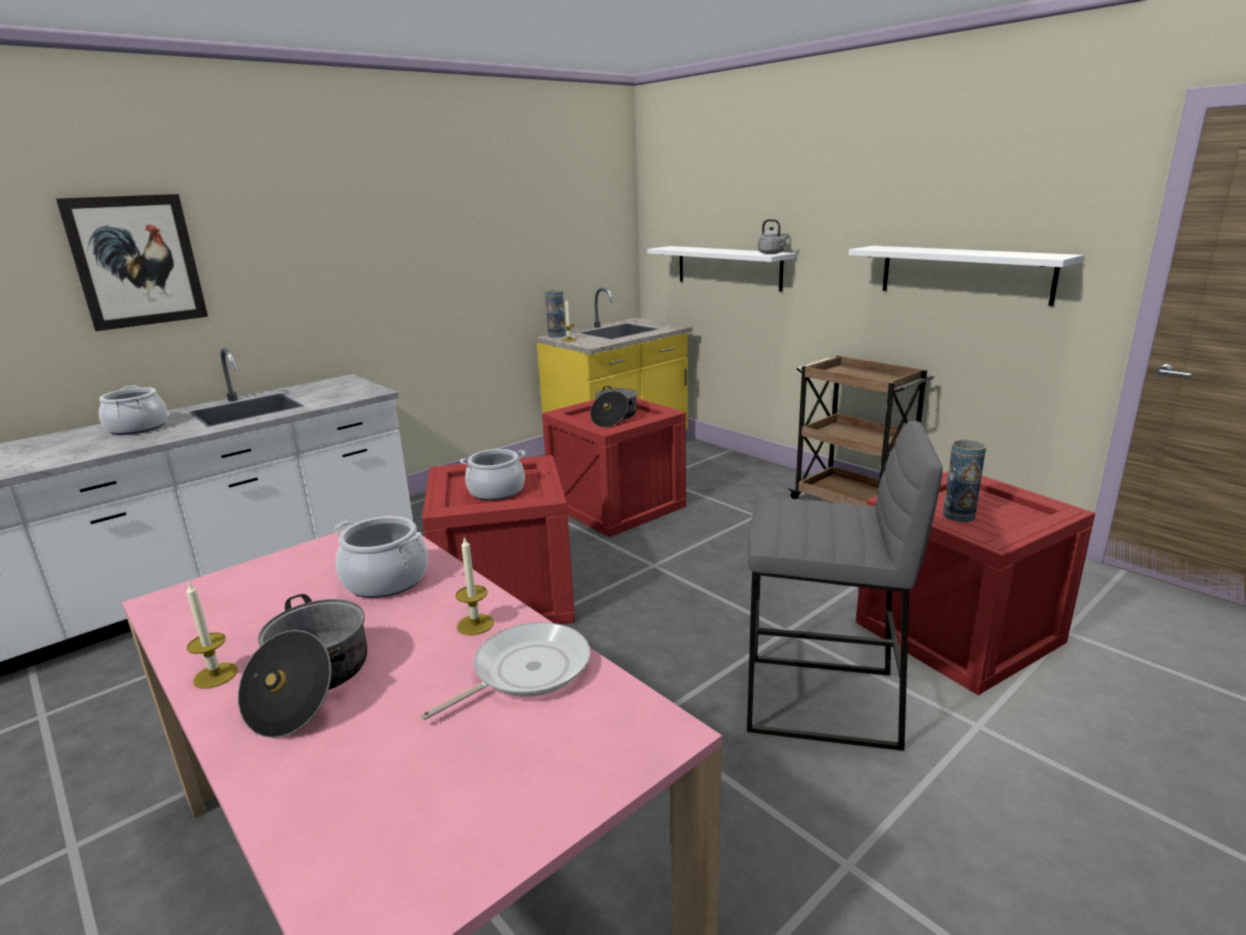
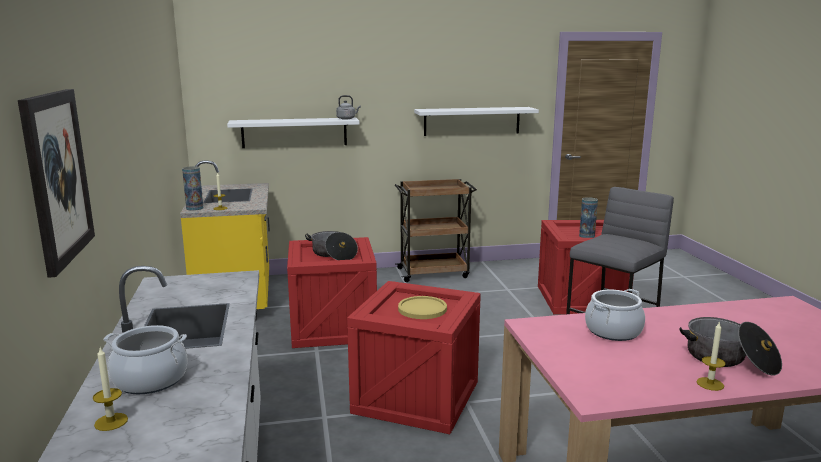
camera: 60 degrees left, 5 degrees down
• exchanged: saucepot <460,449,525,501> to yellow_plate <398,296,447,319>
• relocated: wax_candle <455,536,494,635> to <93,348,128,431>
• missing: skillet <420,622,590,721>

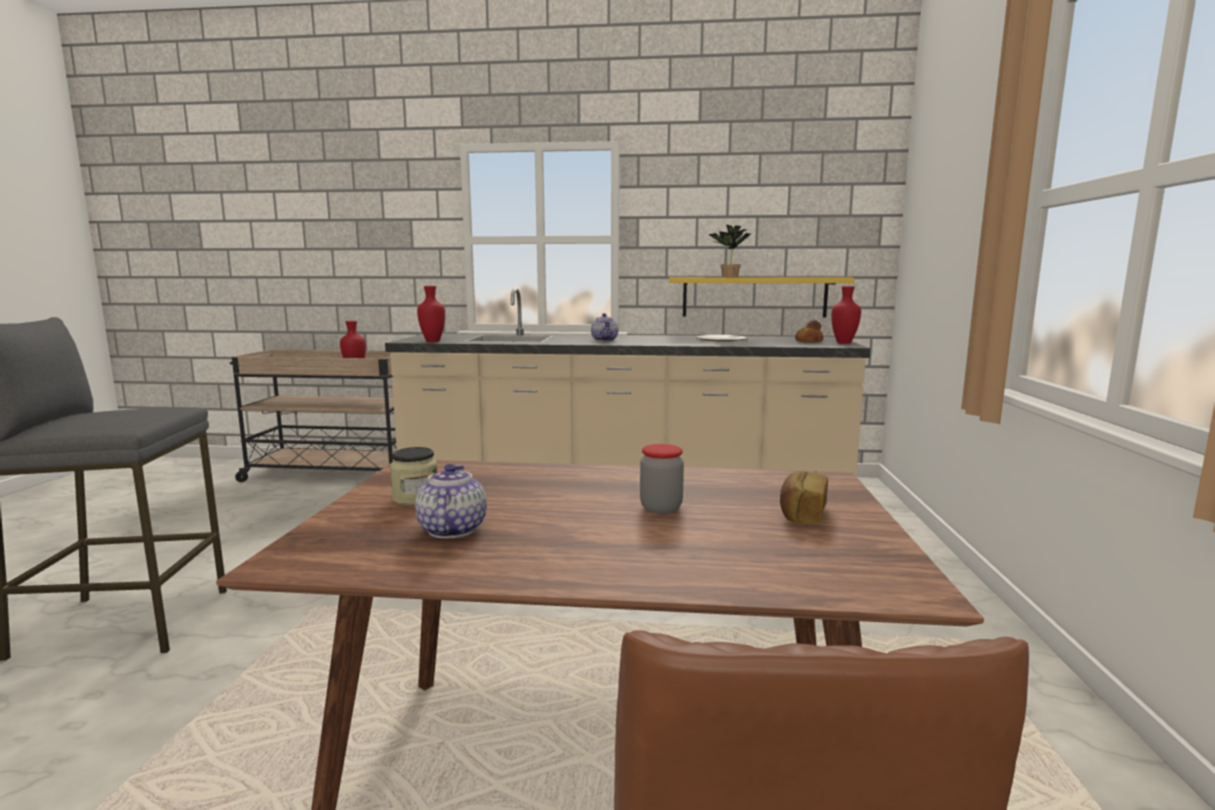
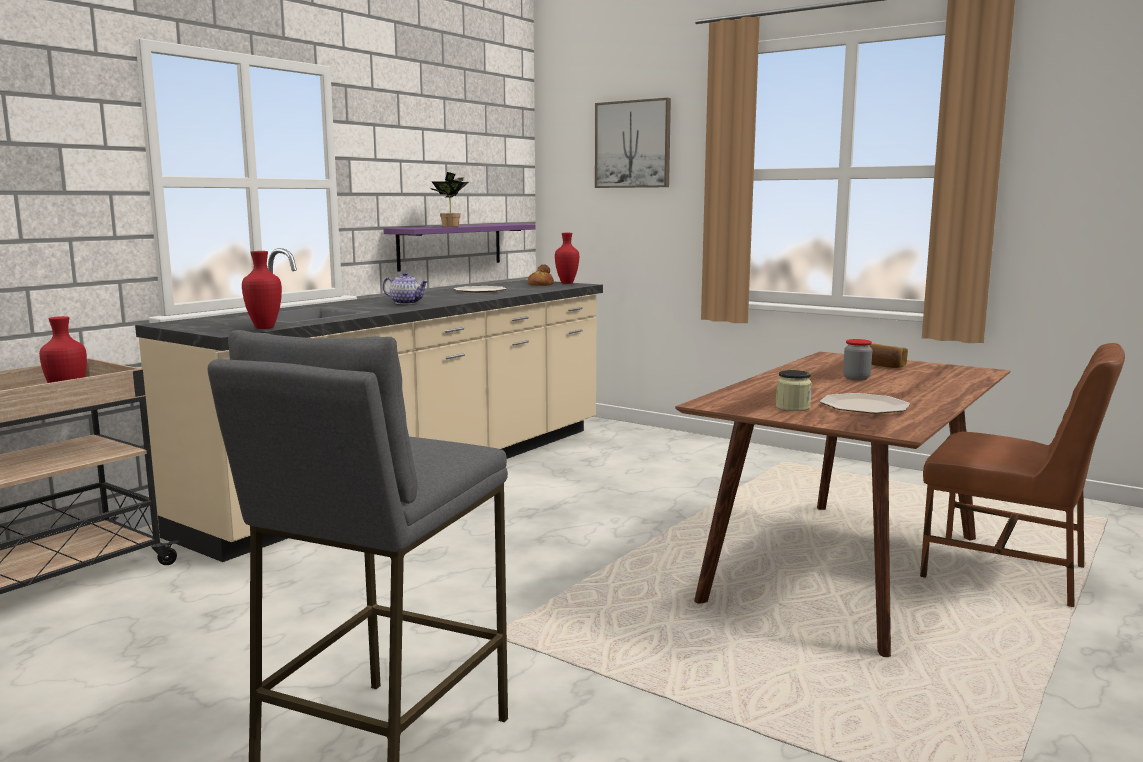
camera: 60 degrees left, 0 degrees up
• colour: yellow_wall_shelf <669,277,854,317> to purplish_wall_shelf <383,224,536,272>
• exchanged: teapot <415,464,487,539> to plate <820,393,910,414>
• appeared: wall_art <595,98,671,188>

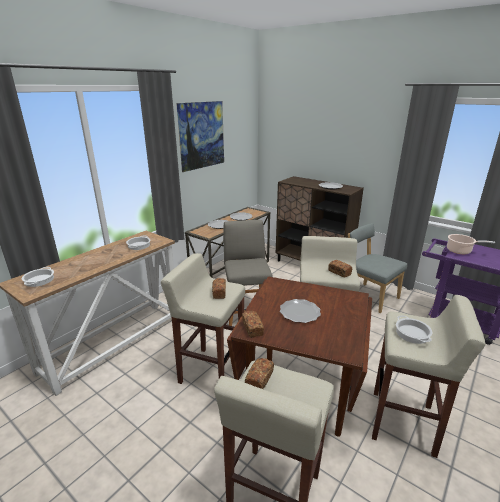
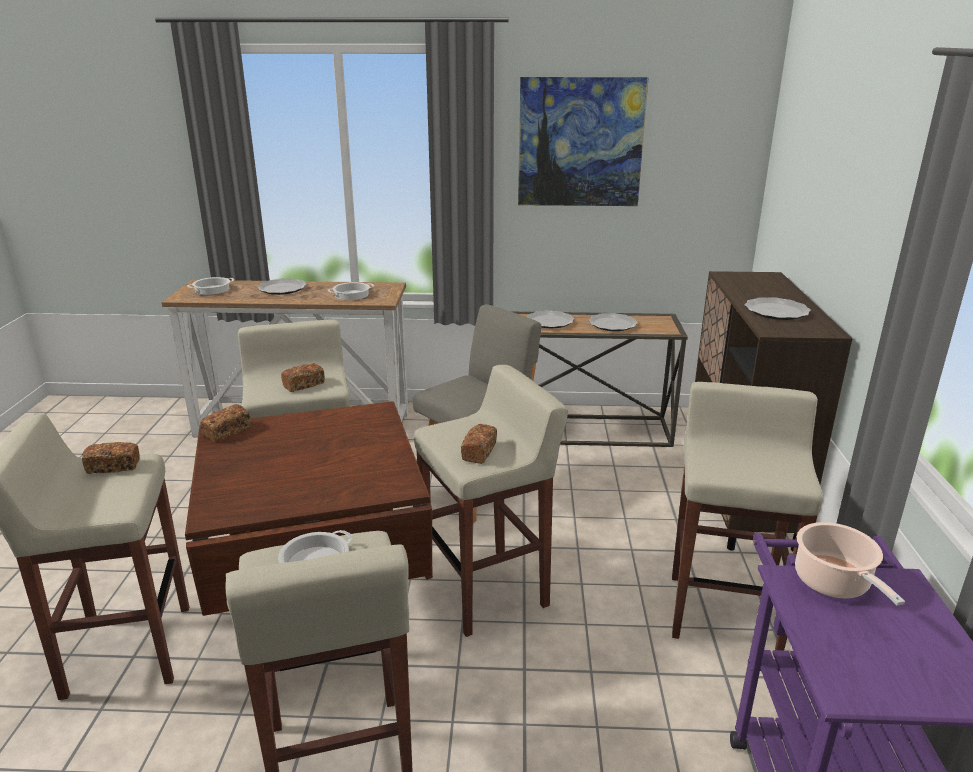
camera: 55 degrees right, 0 degrees up
• exchanged: gray_plain_chair <348,223,407,313> to beige-coloured_sitting_stool <672,382,823,651>
• relocated: plate <280,299,321,323> to <257,278,307,295>

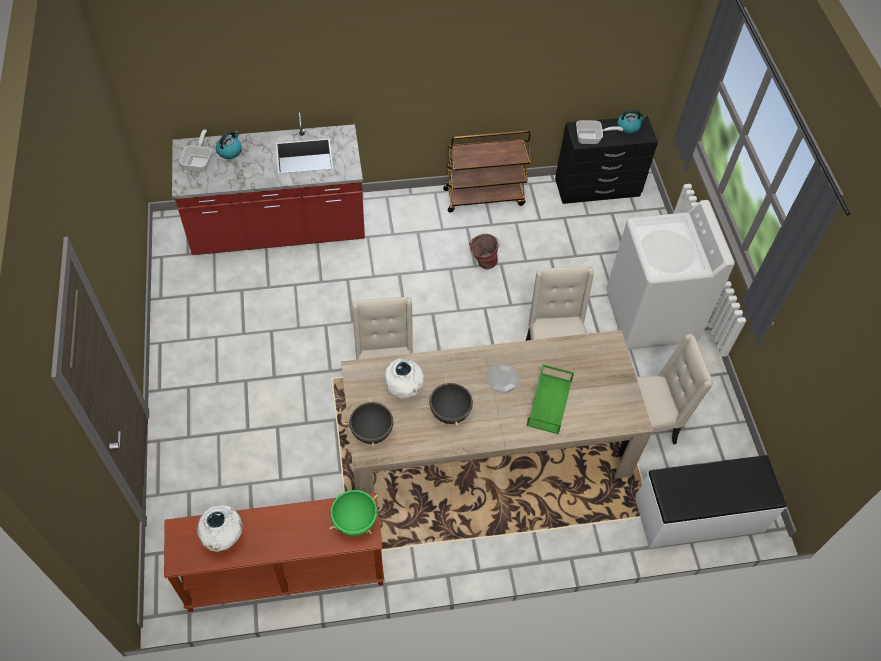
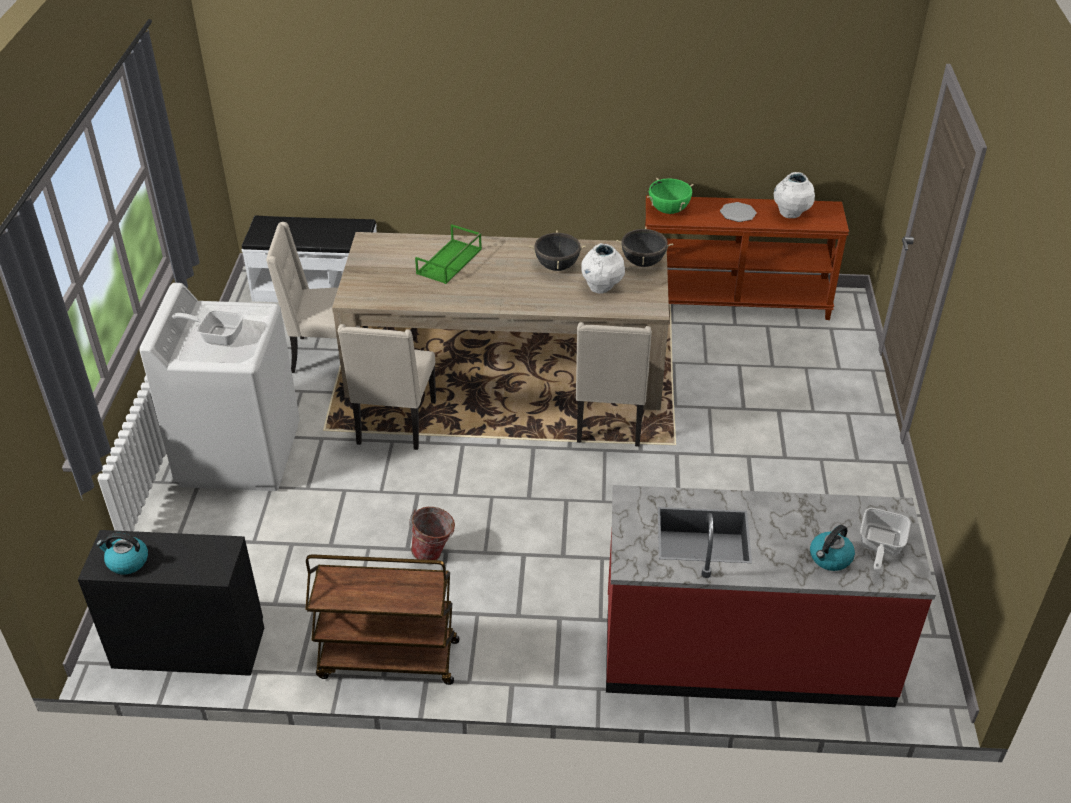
camera: 165 degrees left, 15 degrees down
• relocated: skillet <576,120,623,144> to <172,310,243,345>
• relocated: plate <485,363,520,393> to <720,202,757,222>

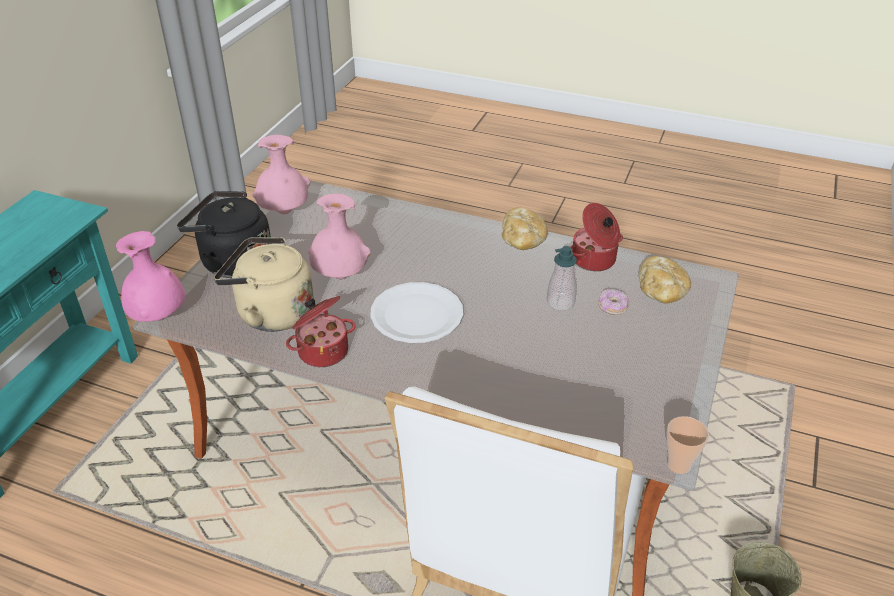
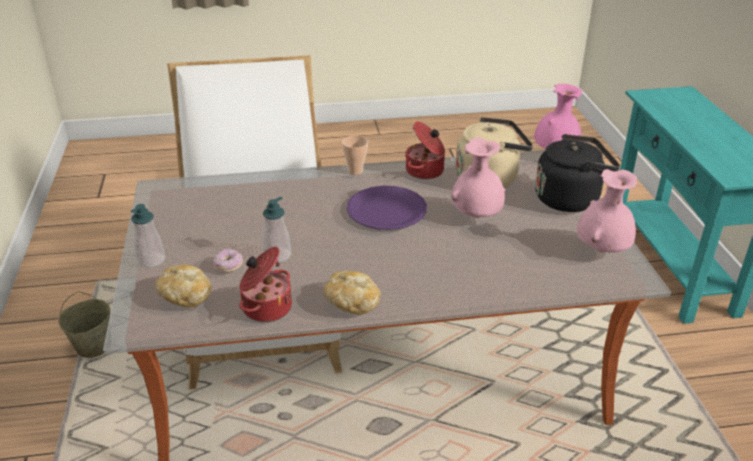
camera: 150 degrees right, 5 degrees down
• colour: whitish_plate <370,282,463,343> to purplish_plate <346,186,427,230>
• relocated: drinking_cup <667,416,709,474> to <342,136,368,175>
• appeared: soap_dispenser <131,204,165,268>

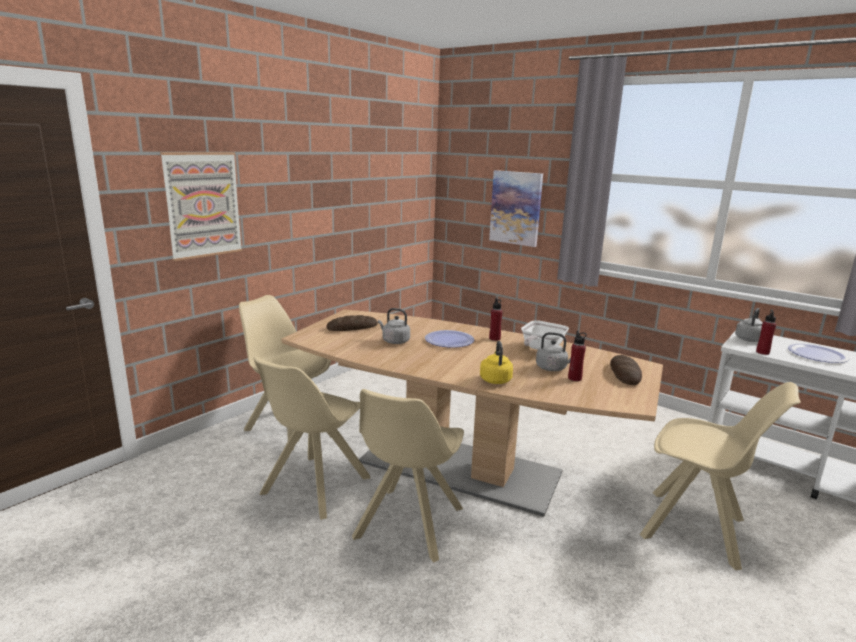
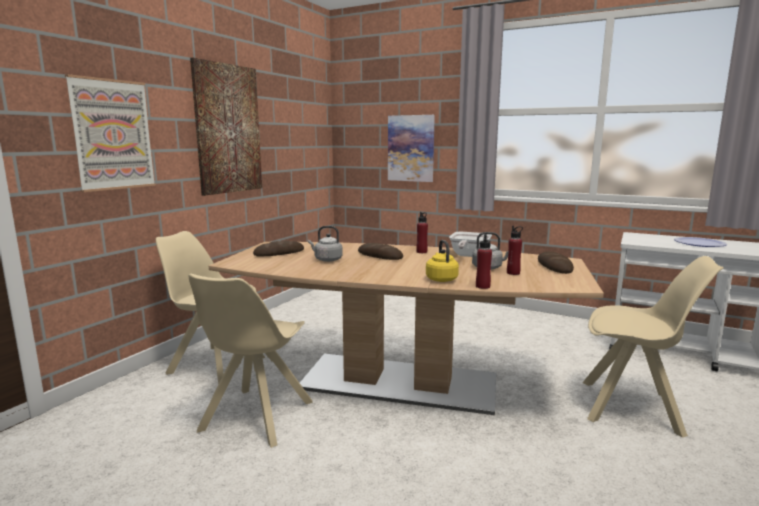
camera: 10 degrees left, 5 degrees down
• missing: gray_kettle <735,308,763,342>
• relocated: red-coloured_beverage_bottle <756,310,776,355> to <476,234,492,289>
• exchanged: plate <425,330,474,348> to bakery_bread <358,243,403,260>
• missing: beige-coloured_plain_chair <352,389,464,563>
• appeared: wall_art <190,57,262,196>

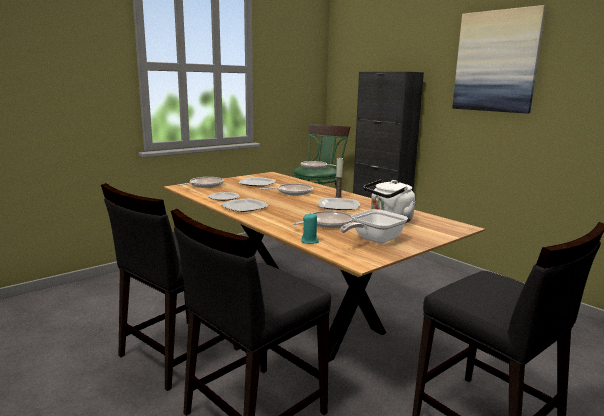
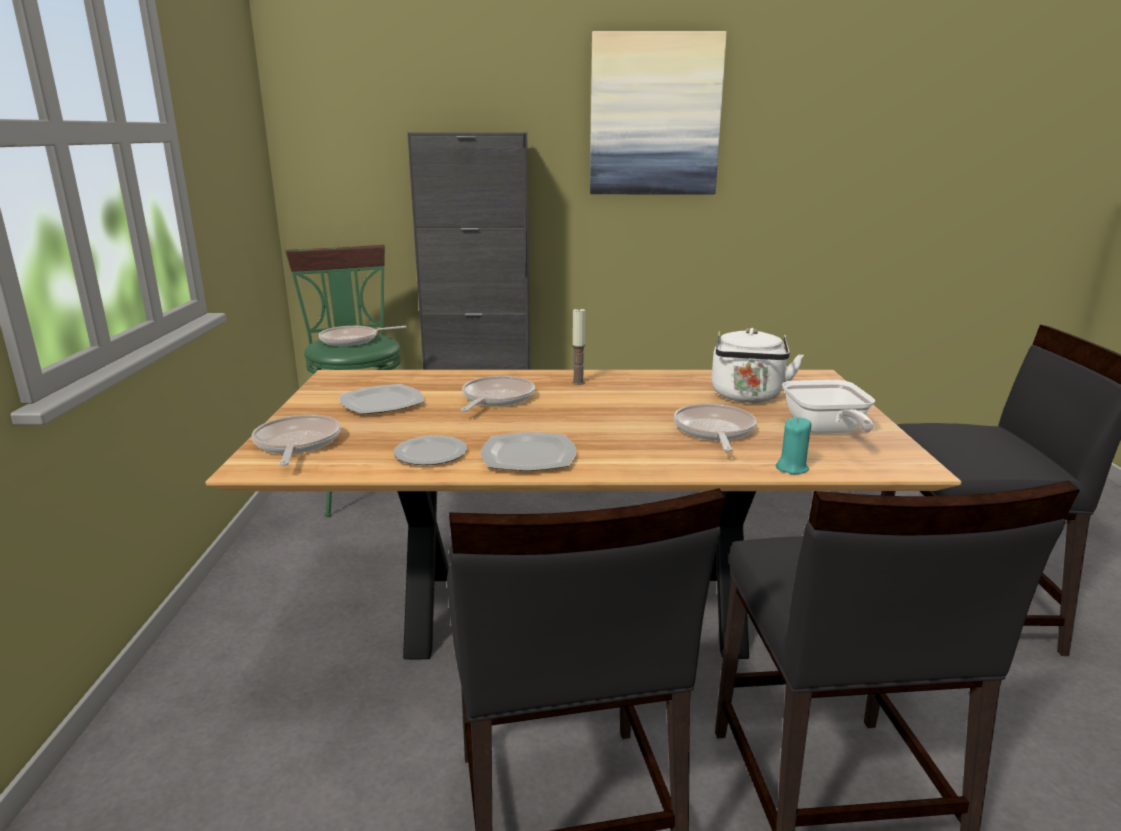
camera: 50 degrees left, 5 degrees up
• missing: plate <318,198,360,210>

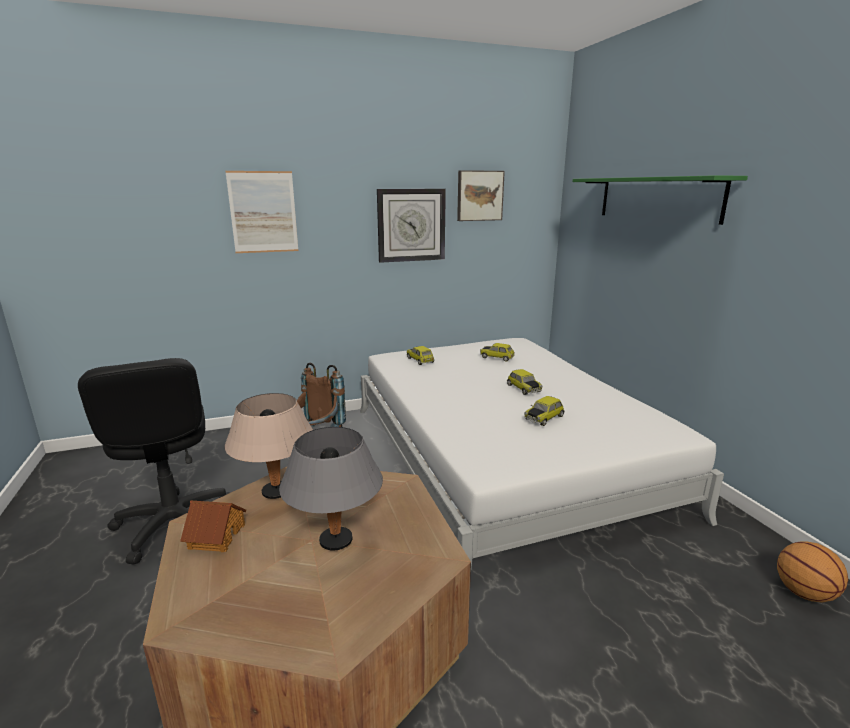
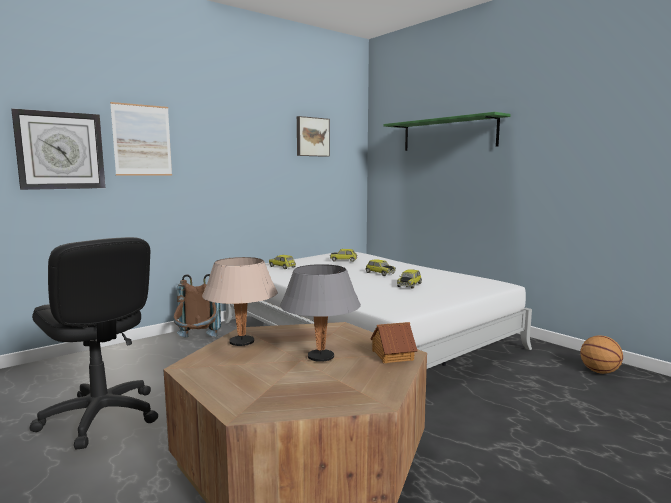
camera: 20 degrees left, 10 degrees down
• relocated: clock_on_the_wall <377,189,446,263> to <11,108,105,190>
• relocated: model_house <180,500,246,552> to <370,322,418,363>

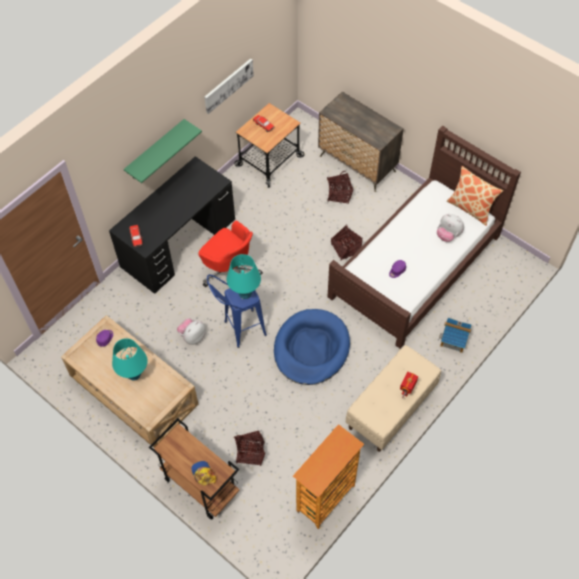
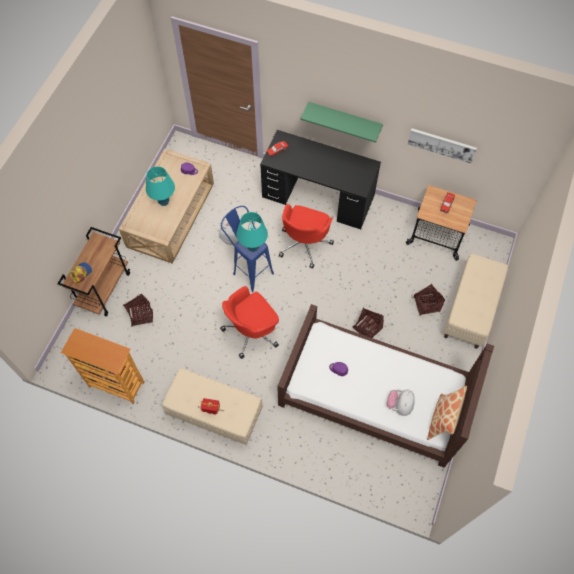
camera: 70 degrees right, 5 degrees up
• exchanged: dresser <318,92,404,192> to beige-coloured_bench <443,254,508,349>
• exchanged: blue_dog_cushion <274,309,350,385> to red-coloured_office_chair <220,286,279,359>
• missing: model_house <439,318,472,353>

